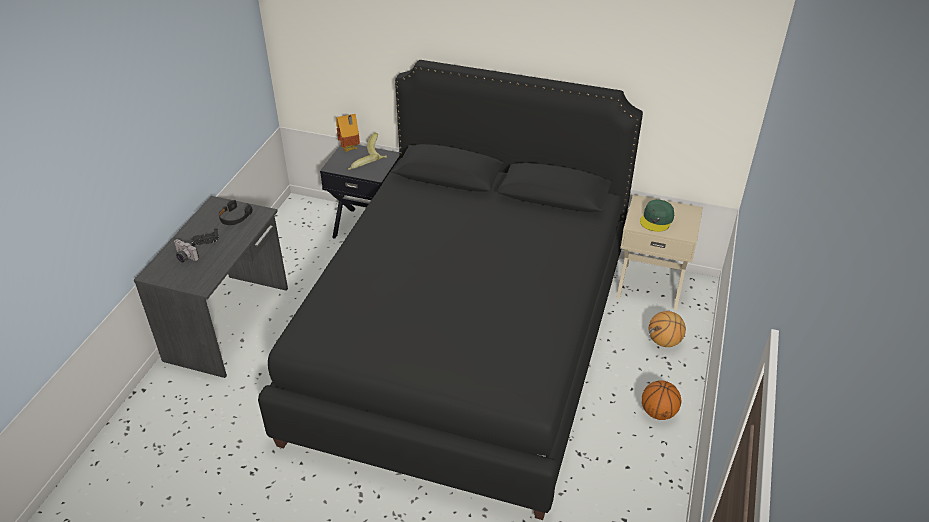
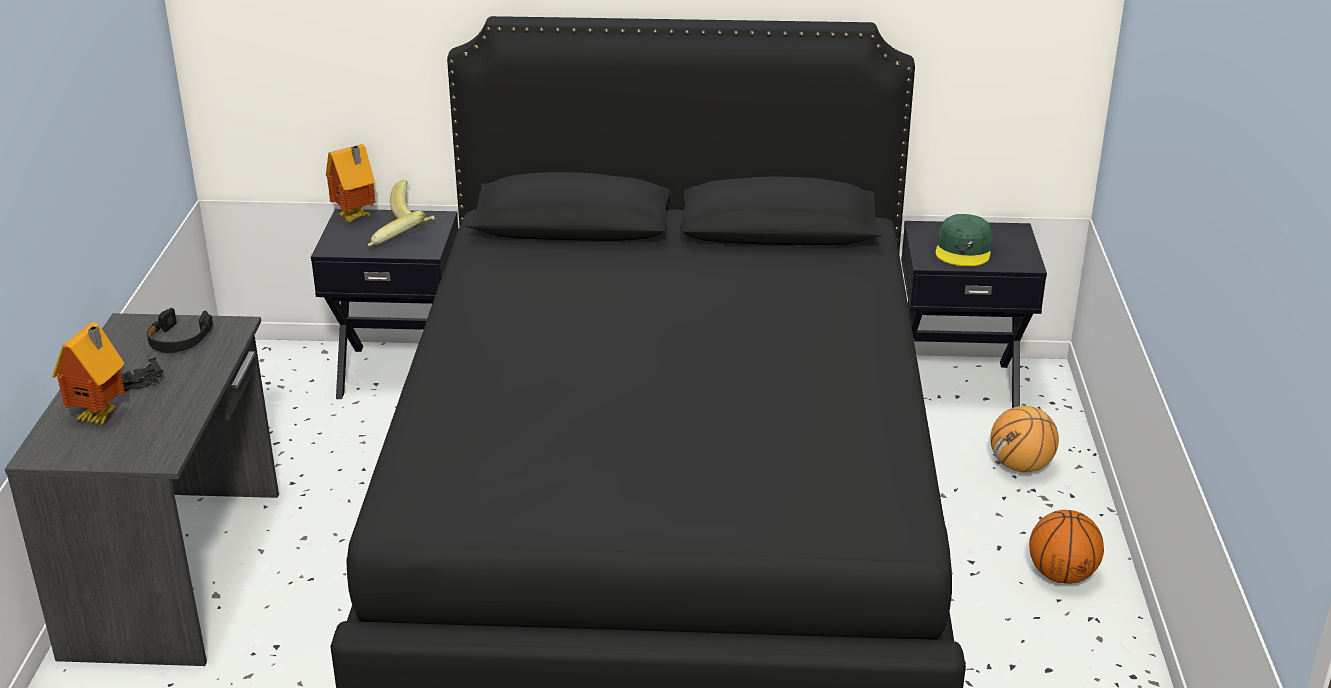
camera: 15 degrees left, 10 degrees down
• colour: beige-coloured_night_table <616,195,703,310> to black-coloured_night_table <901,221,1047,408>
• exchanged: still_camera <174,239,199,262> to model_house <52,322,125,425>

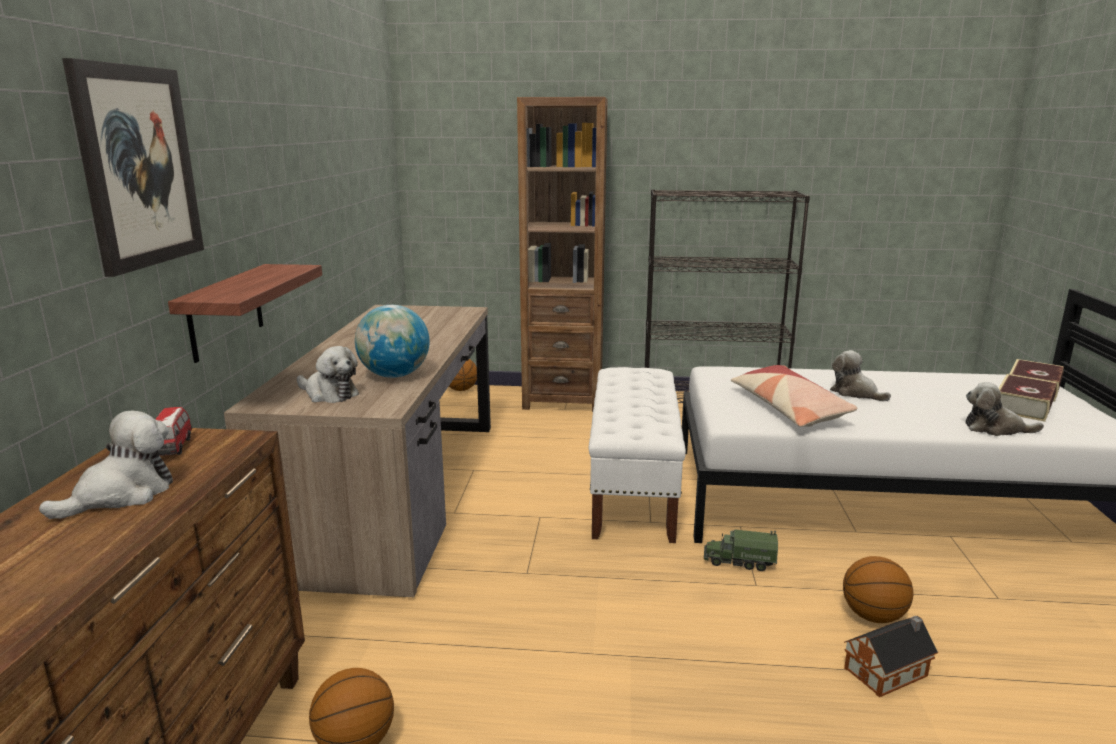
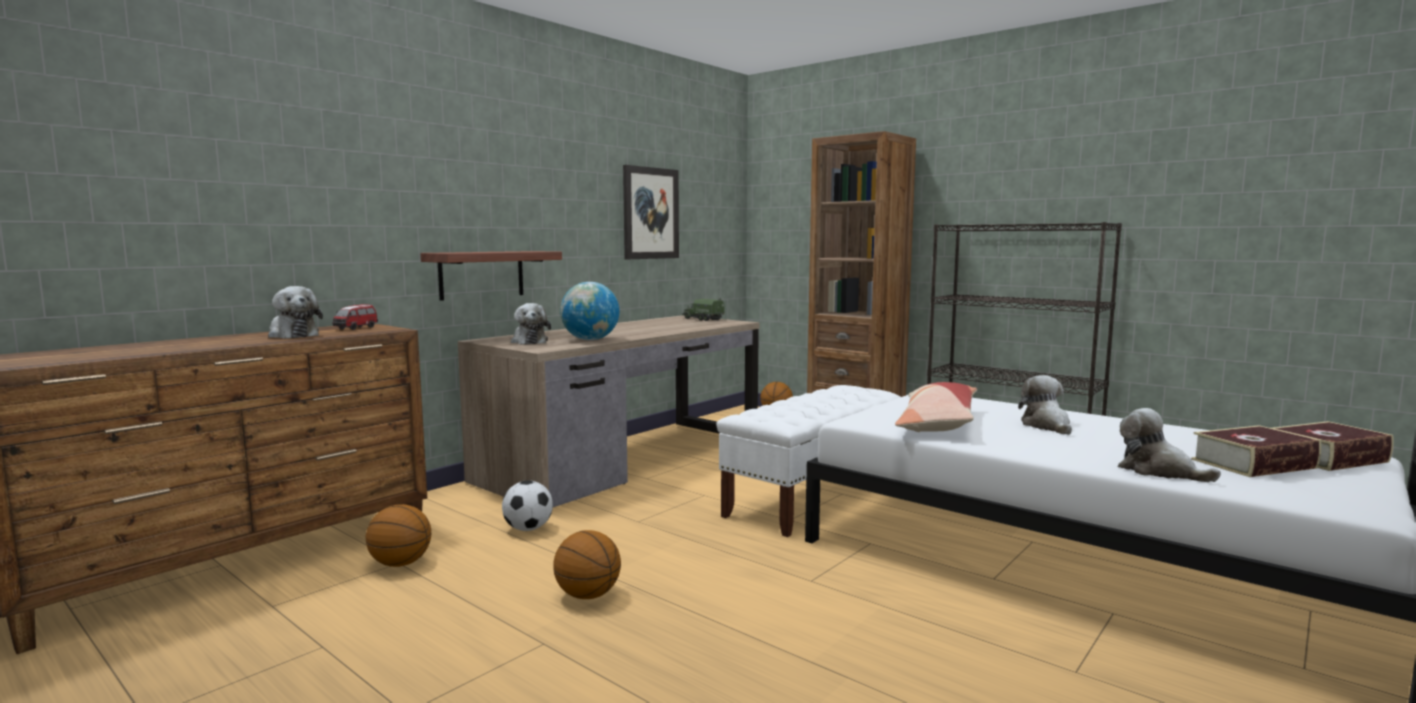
camera: 35 degrees right, 10 degrees down
• relocated: wall_art <62,58,204,277> to <623,165,679,259>
• spun: plush_toy <39,410,173,519> = <268,286,323,339> 60 degrees clockwise
• relocated: toy_truck <704,529,778,571> to <682,297,725,321>
• relocated: basketball <843,556,914,623> to <553,530,621,599>
• missing: model_house <844,616,938,697>
• appeared: football_ball <502,480,553,531>

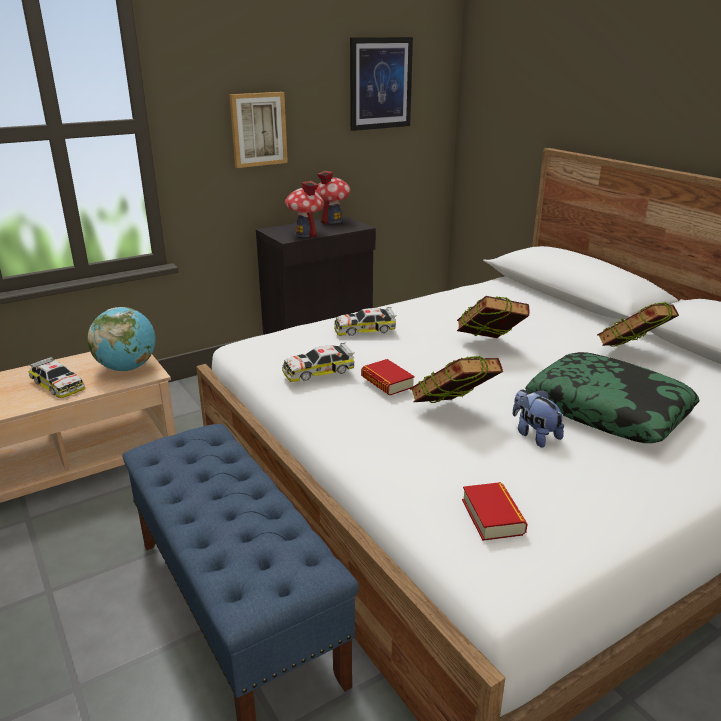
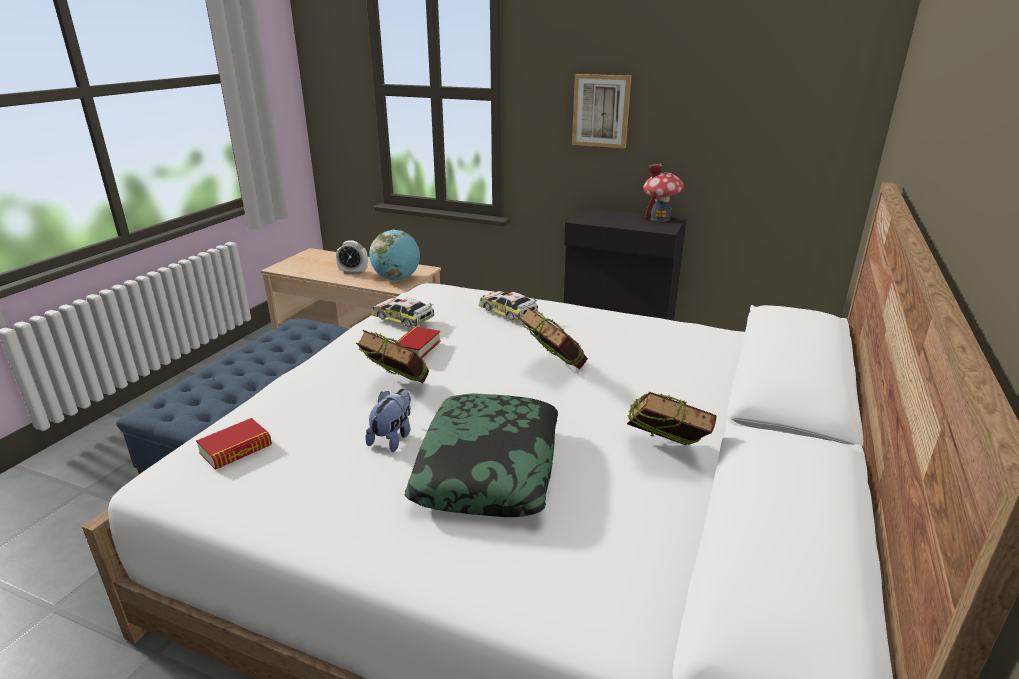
camera: 55 degrees right, 0 degrees up
• missing: wall_art <350,37,413,131>
• missing: model_house <285,181,324,238>
• exchanged: model_car <29,357,85,398> to bedside_clock <336,240,368,274>

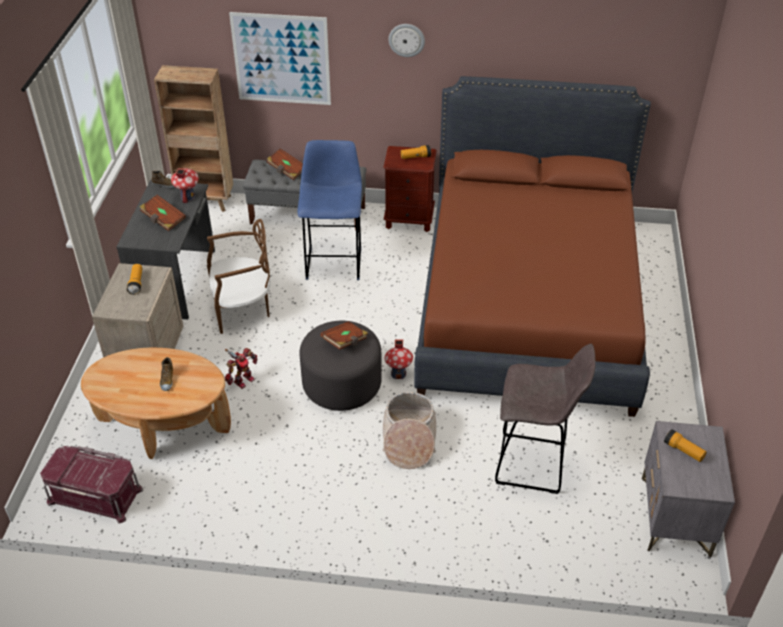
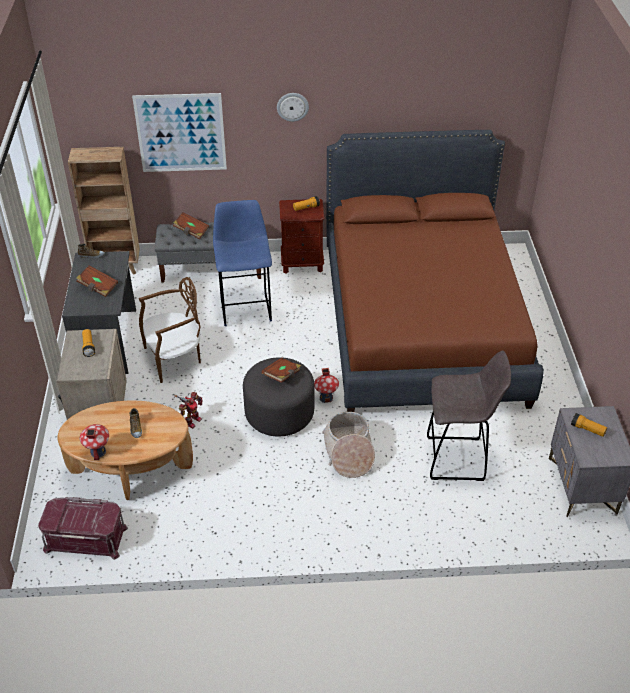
camera: 10 degrees left, 0 degrees up
• relocated: model_house <171,168,199,203> to <80,424,109,460>

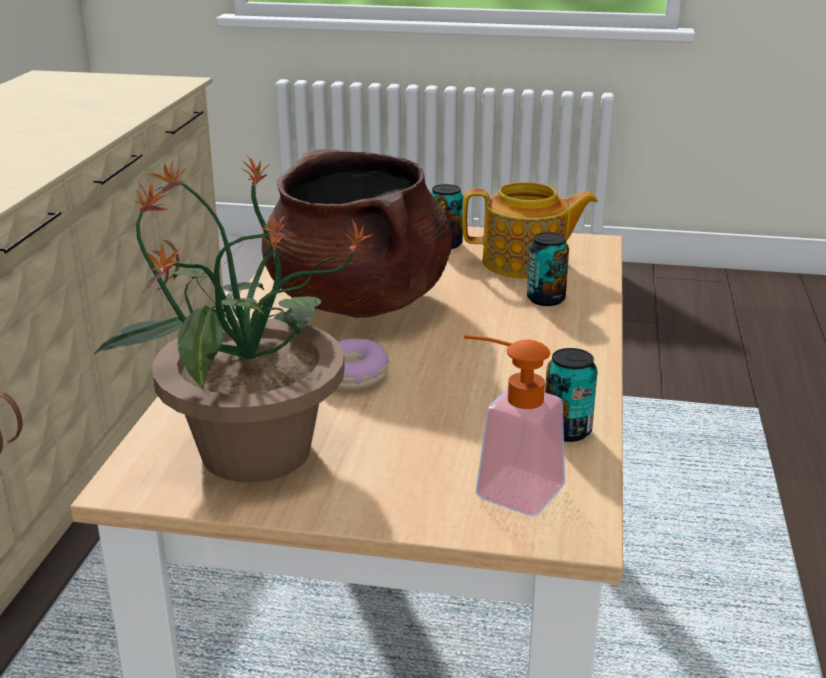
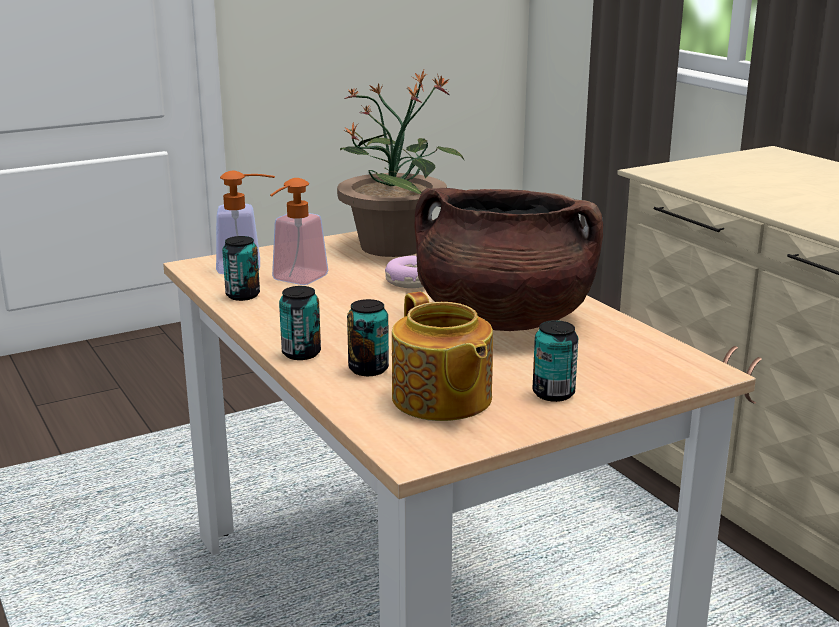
camera: 140 degrees right, 5 degrees down
• spun: teapot <462,182,598,279> = <392,292,493,421> 75 degrees counterclockwise
• appeared: soap_dispenser <270,178,328,285>
• appeared: sealed_can <279,286,321,360>

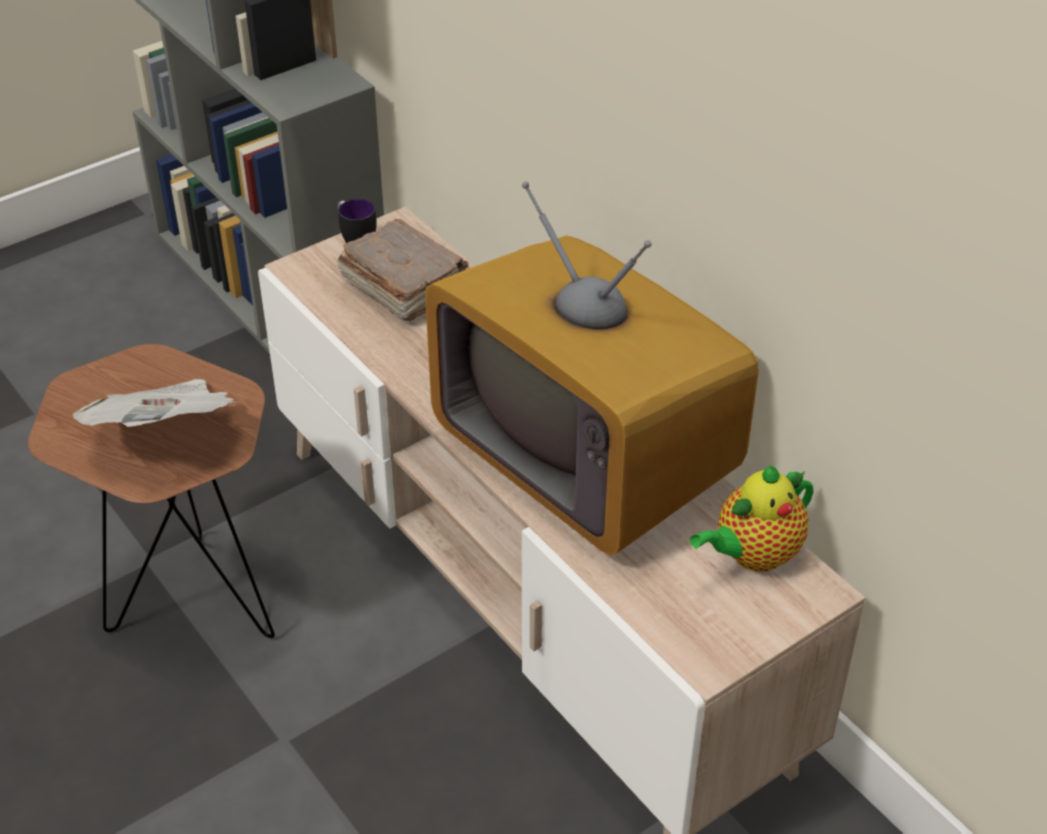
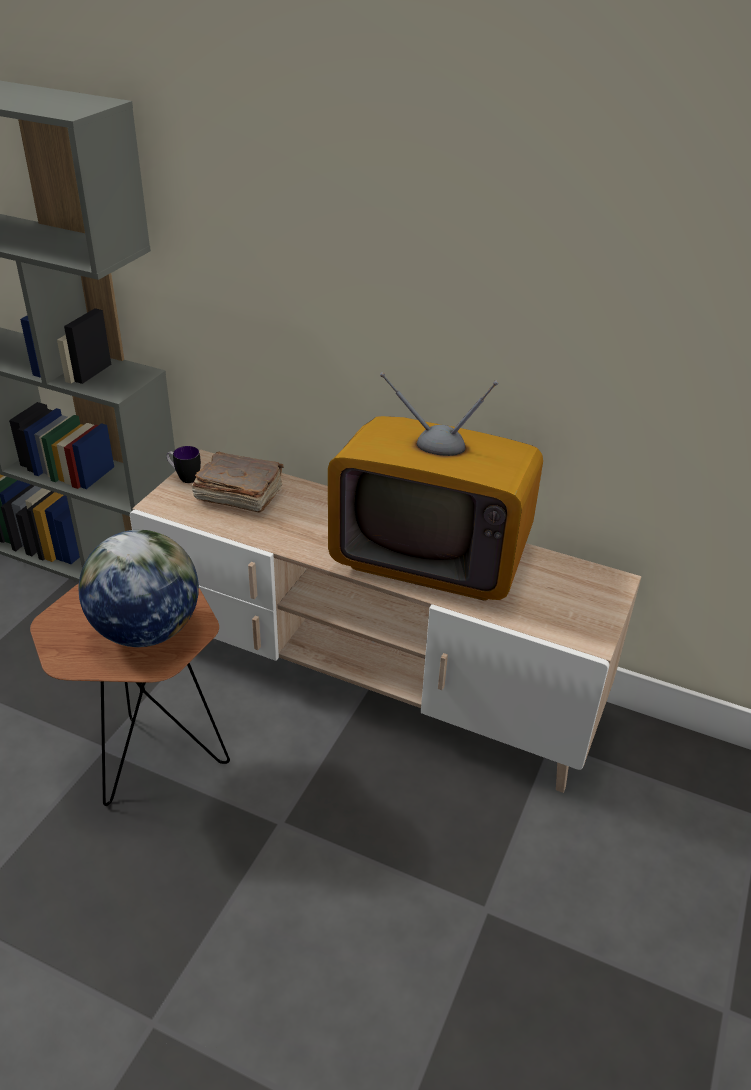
camera: 30 degrees left, 5 degrees down
• exchanged: newspaper <73,379,236,427> to world_globe <78,530,199,647>
• missing: teapot <690,465,813,572>

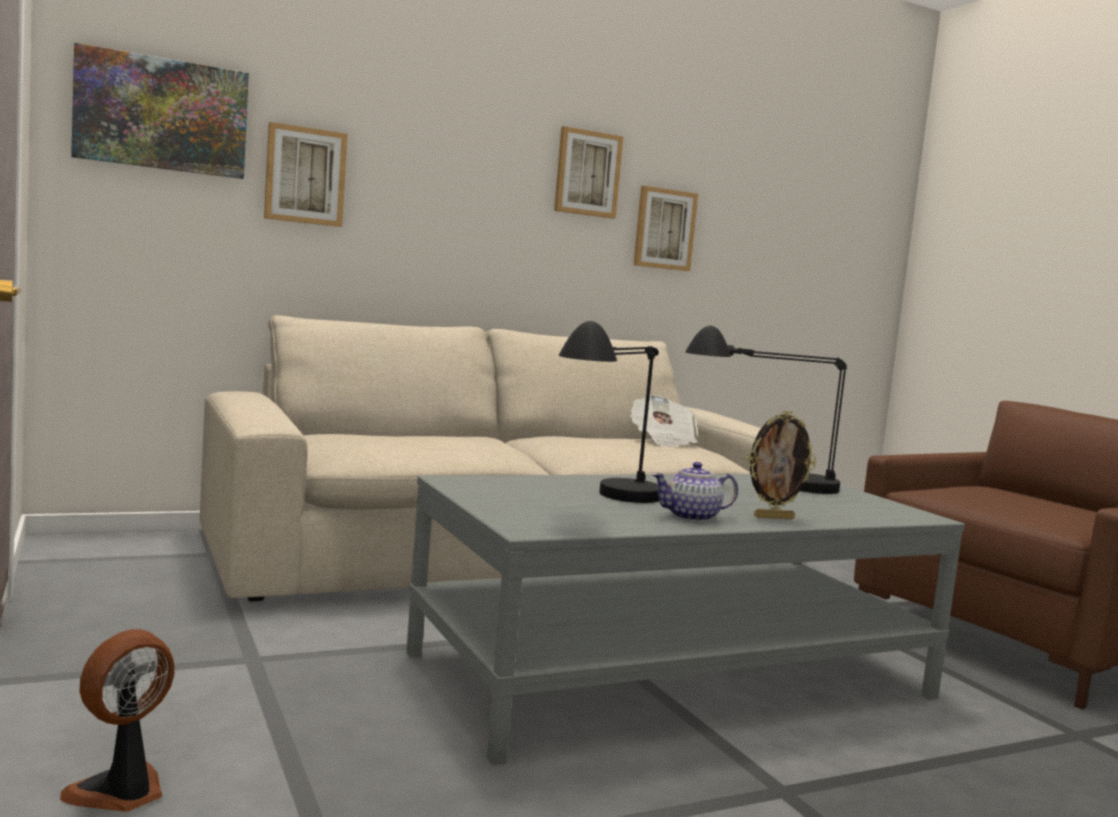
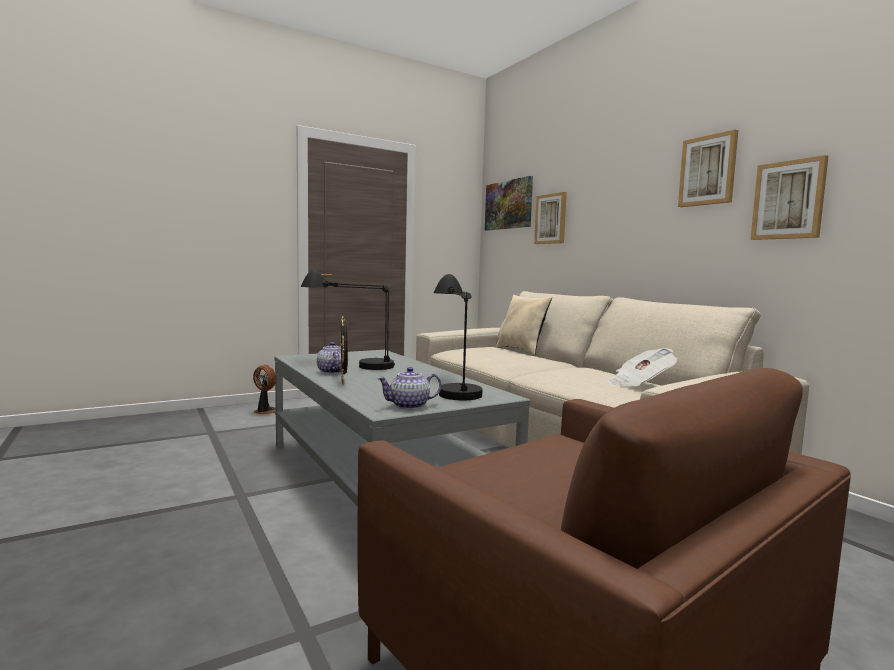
camera: 85 degrees right, 0 degrees up
• appeared: beige-coloured_throw_pillow <496,295,552,355>
• appeared: teapot <377,367,442,409>

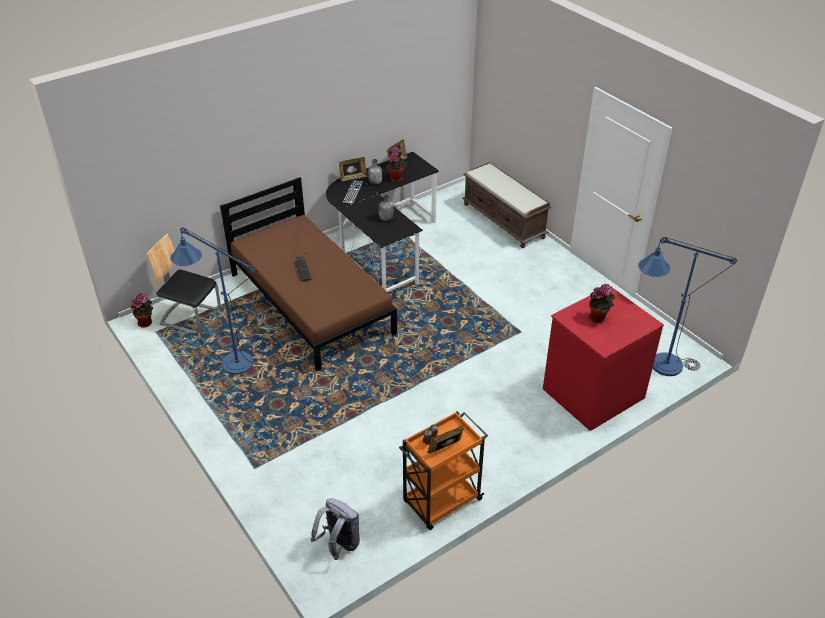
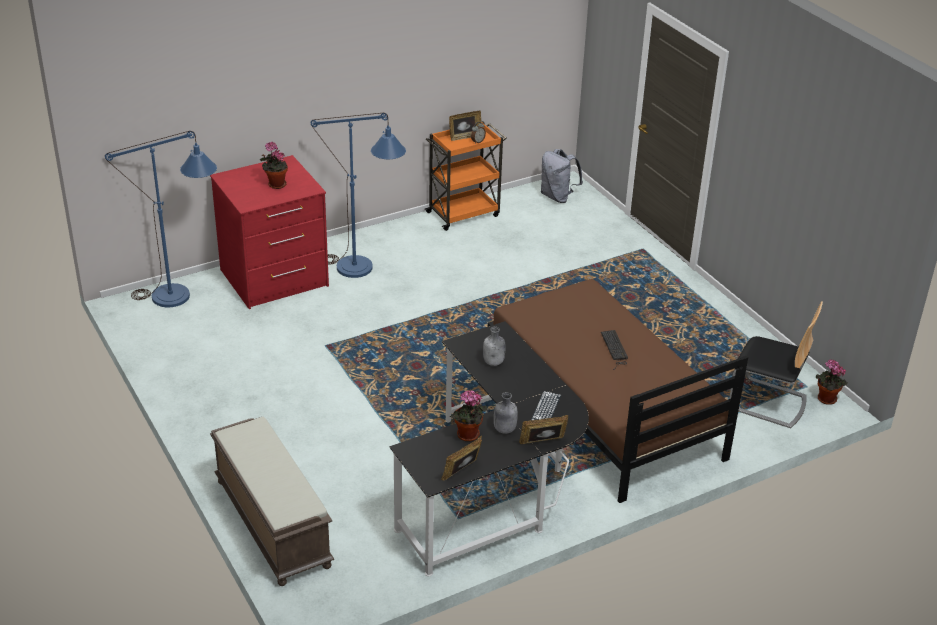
camera: 175 degrees left, 5 degrees down
• relocated: blue_floor_lamp <171,228,259,375> to <311,113,406,278>

